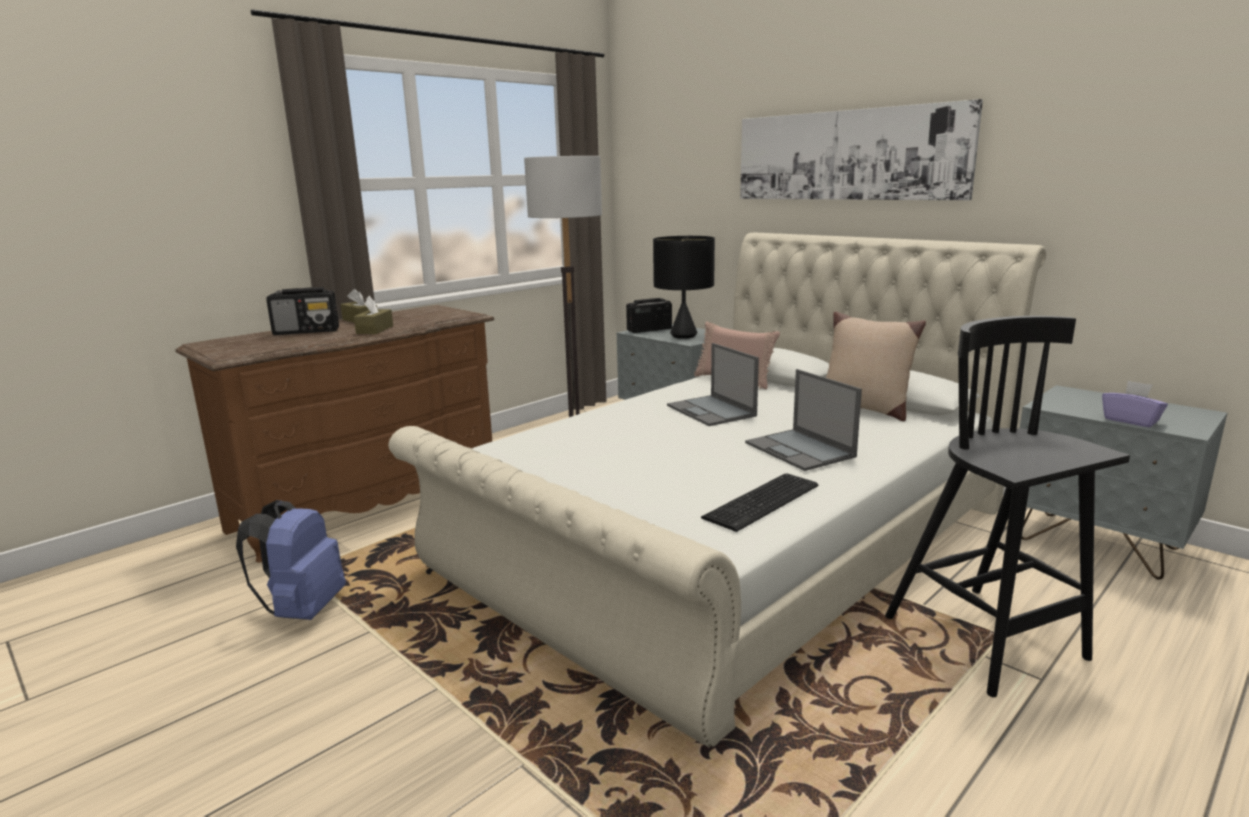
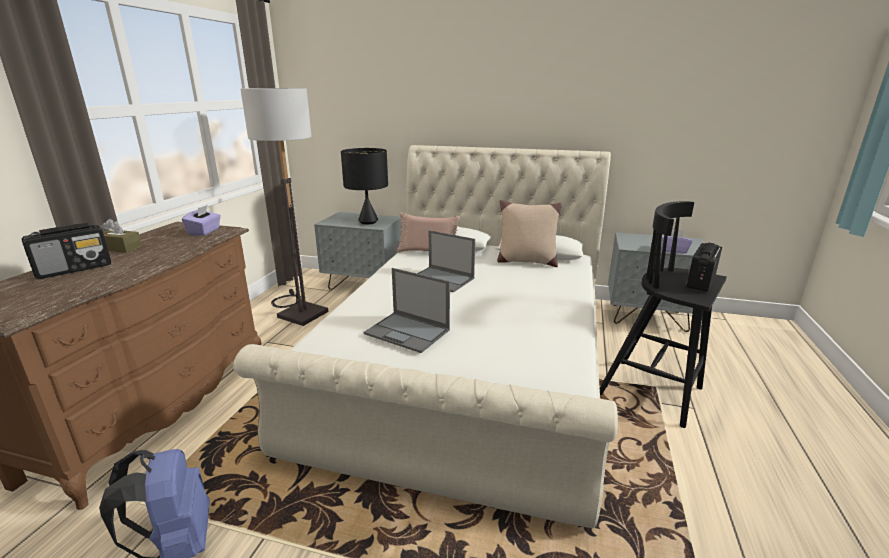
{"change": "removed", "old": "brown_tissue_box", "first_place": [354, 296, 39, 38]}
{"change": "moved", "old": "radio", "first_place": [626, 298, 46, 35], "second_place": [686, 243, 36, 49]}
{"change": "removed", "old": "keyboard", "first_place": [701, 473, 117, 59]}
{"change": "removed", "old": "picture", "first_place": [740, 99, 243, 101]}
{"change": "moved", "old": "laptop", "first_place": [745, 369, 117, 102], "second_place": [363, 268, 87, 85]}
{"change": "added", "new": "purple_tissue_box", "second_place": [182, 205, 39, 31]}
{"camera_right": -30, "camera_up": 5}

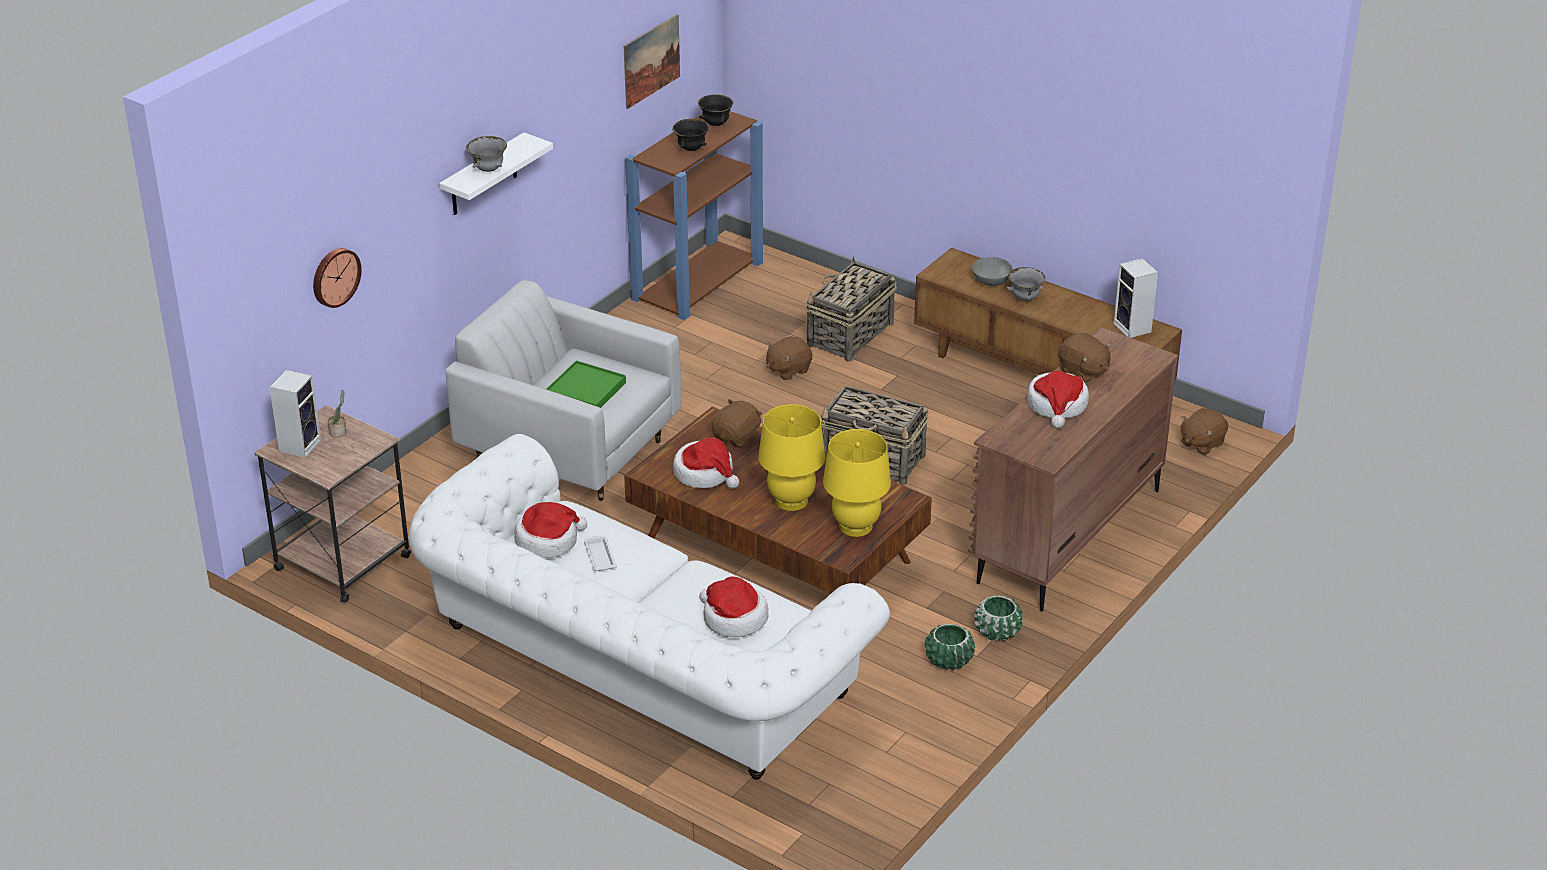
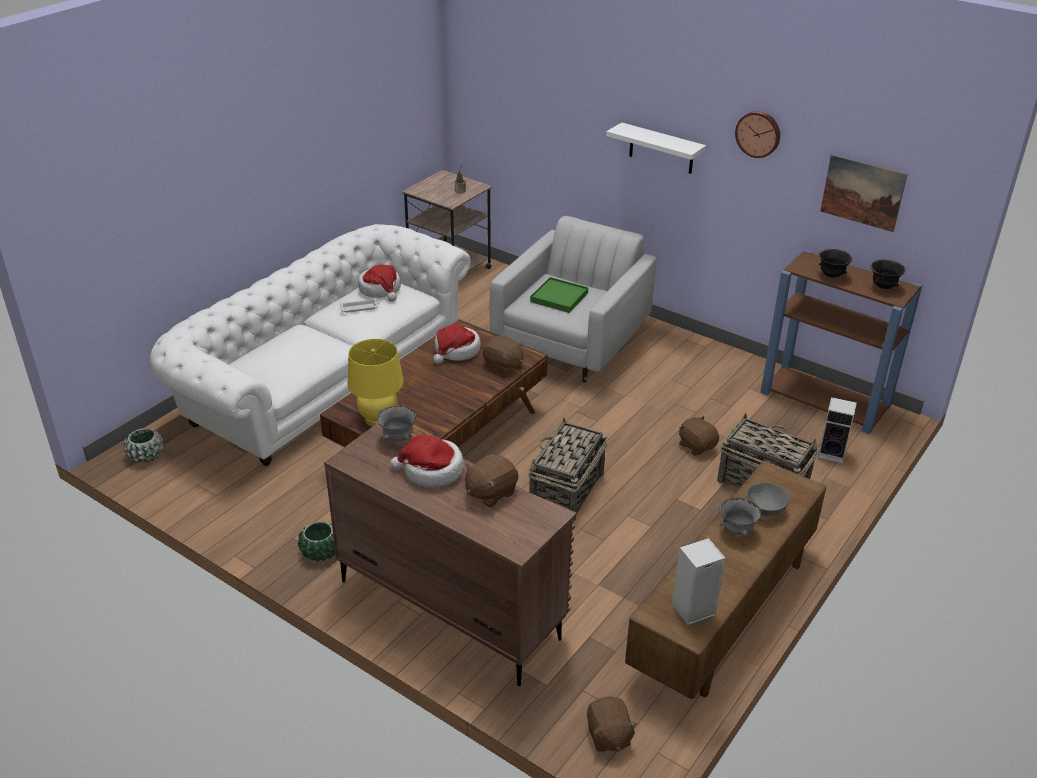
{"change": "moved", "old": "speaker", "first_place": [270, 370, 51, 88], "second_place": [818, 397, 39, 67]}
{"change": "moved", "old": "wall_clock", "first_place": [313, 248, 49, 60], "second_place": [735, 111, 45, 47]}
{"change": "moved", "old": "grey_bowl", "first_place": [466, 136, 41, 36], "second_place": [377, 405, 40, 37]}
{"change": "removed", "old": "hat", "first_place": [700, 577, 68, 61]}
{"change": "removed", "old": "yellow_table_lamp", "first_place": [758, 404, 67, 107]}
{"change": "moved", "old": "green_planter", "first_place": [925, 624, 50, 46], "second_place": [123, 428, 41, 35]}
{"change": "turned", "old": "brown_plush_toy", "first_place": [1181, 408, 47, 47], "second_place": [587, 697, 51, 55], "degrees": -150}
{"camera_right": 90, "camera_up": 0}

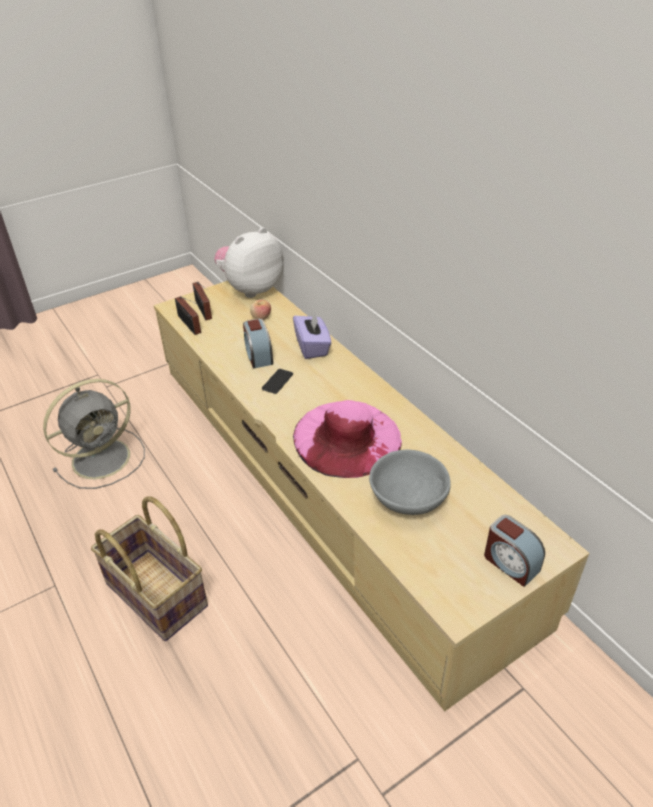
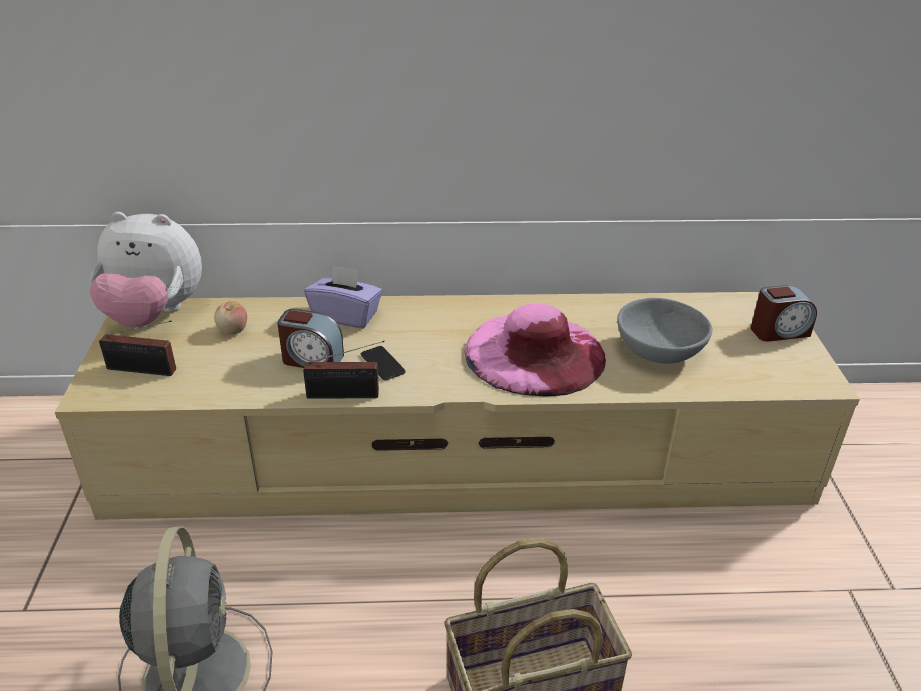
{"change": "moved", "old": "radio", "first_place": [175, 296, 26, 39], "second_place": [303, 341, 82, 58]}
{"change": "turned", "old": "plush_toy", "first_place": [214, 227, 70, 71], "second_place": [90, 212, 112, 116], "degrees": -75}
{"camera_right": -60, "camera_up": -5}

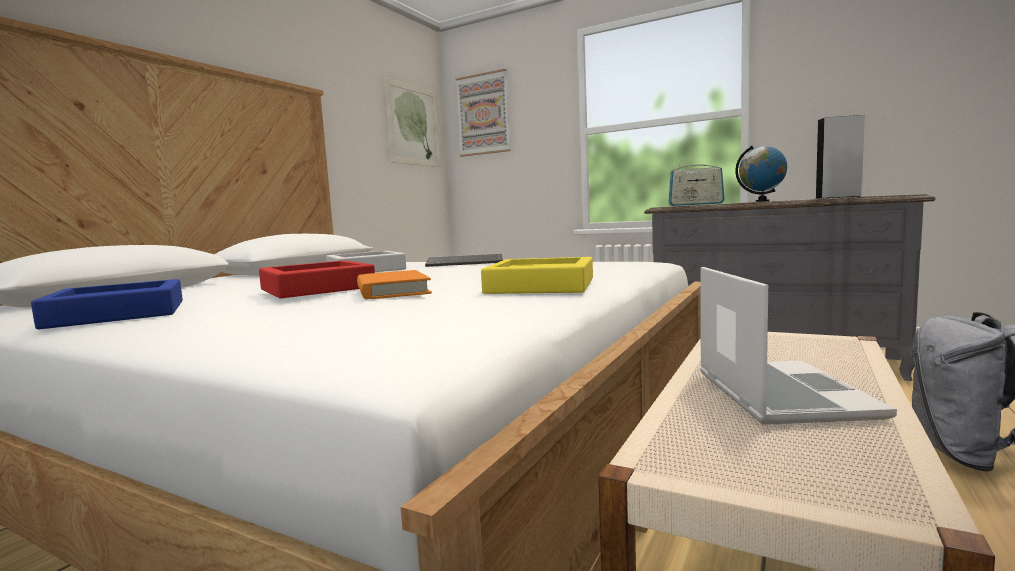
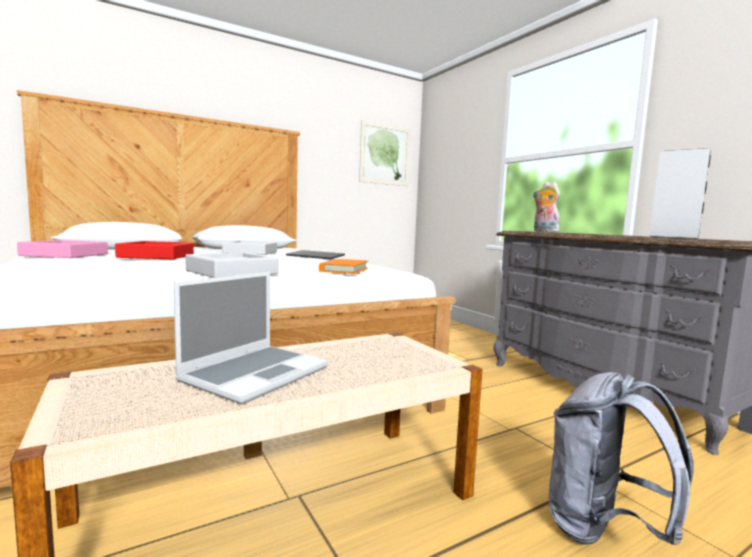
{"change": "recoloured", "old": "blue_tray", "new": "pink_tray", "first_place": [31, 279, 152, 50], "second_place": [17, 240, 91, 18]}
{"change": "moved", "old": "orange_book", "first_place": [357, 270, 75, 29], "second_place": [319, 259, 49, 15]}
{"change": "removed", "old": "picture", "first_place": [456, 69, 55, 88]}
{"change": "recoloured", "old": "yellow_tray", "new": "grey_tray", "first_place": [481, 257, 112, 37], "second_place": [185, 253, 93, 25]}
{"change": "replaced", "old": "radio", "new": "plush_toy", "first_place": [668, 161, 57, 45], "second_place": [533, 181, 27, 51]}
{"change": "removed", "old": "globe", "first_place": [735, 146, 52, 56]}
{"camera_right": 30, "camera_up": 0}

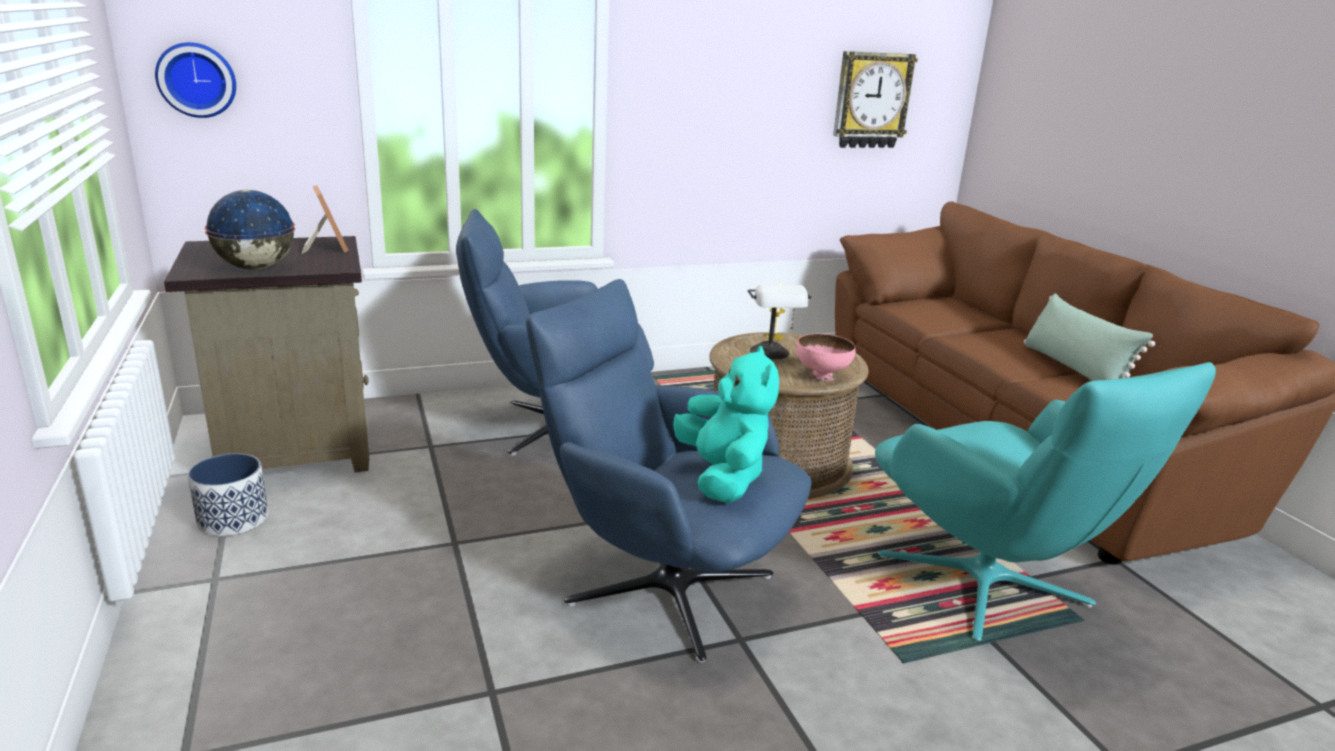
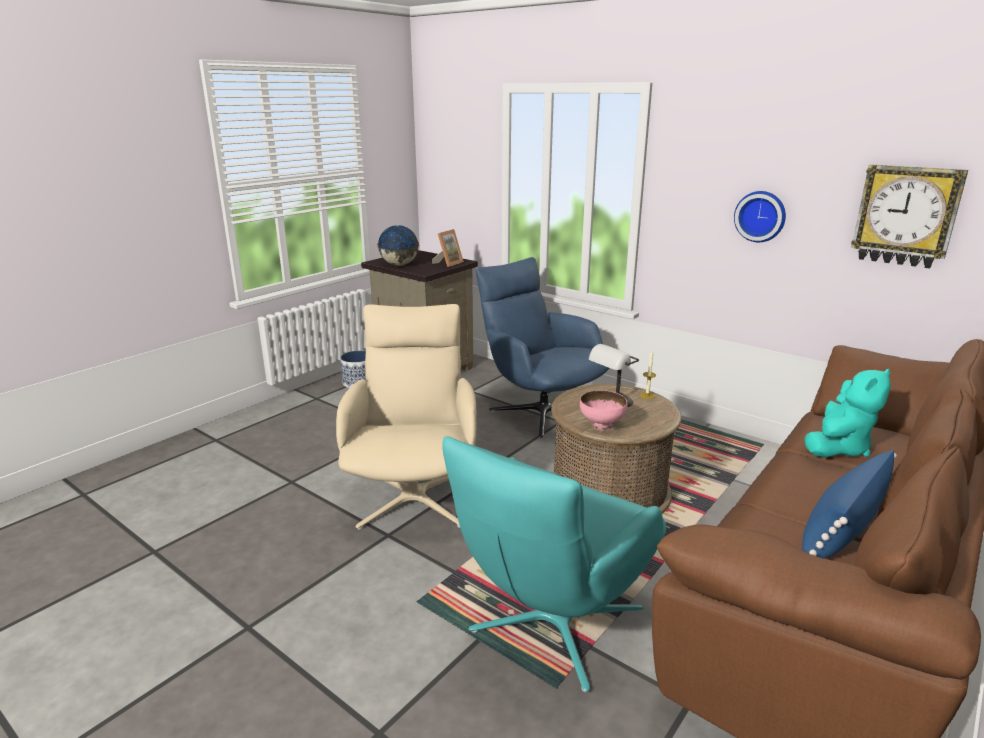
{"change": "moved", "old": "wall_clock", "first_place": [155, 42, 81, 76], "second_place": [734, 191, 52, 51]}
{"change": "recoloured", "old": "blue_armchair", "new": "beige_armchair", "first_place": [526, 279, 285, 383], "second_place": [336, 304, 140, 226]}
{"change": "moved", "old": "turquoise_plush_toy", "first_place": [673, 345, 106, 158], "second_place": [805, 369, 86, 89]}
{"change": "recoloured", "old": "green_pillow", "new": "blue_pillow", "first_place": [1024, 293, 132, 88], "second_place": [802, 450, 95, 108]}
{"camera_right": 60, "camera_up": 0}

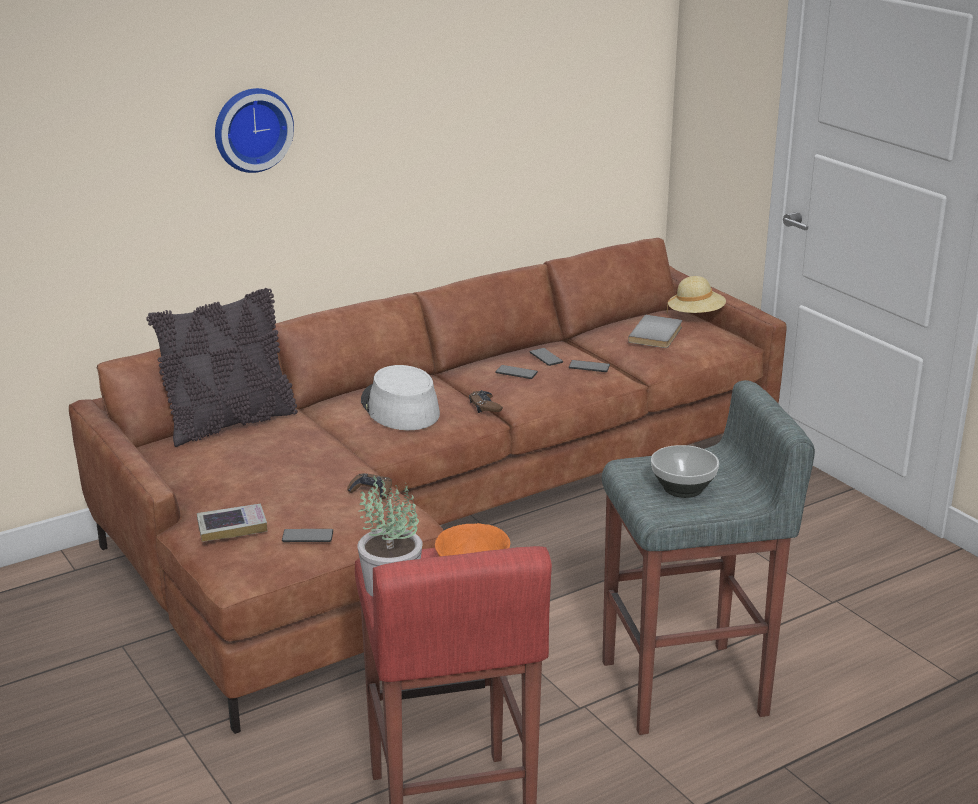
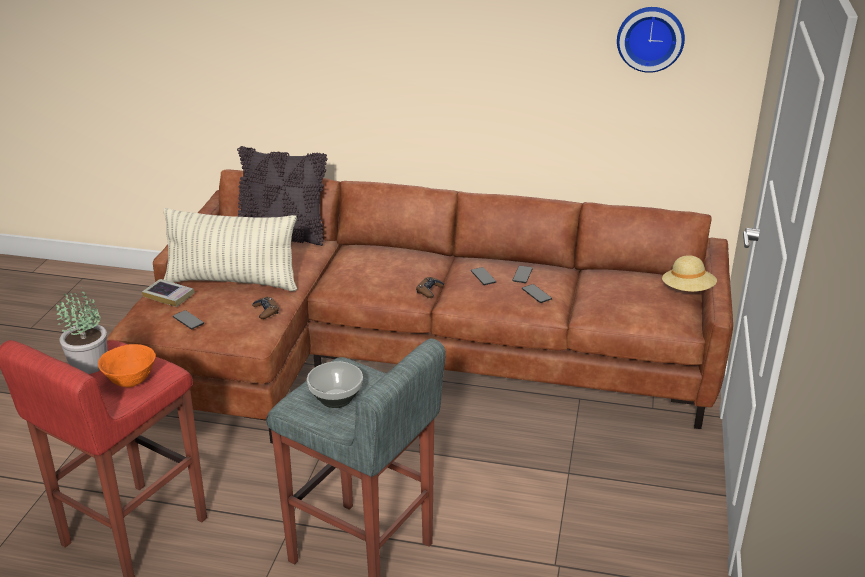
{"change": "moved", "old": "wall_clock", "first_place": [215, 88, 79, 85], "second_place": [617, 7, 68, 66]}
{"change": "removed", "old": "grey_hat", "first_place": [361, 365, 79, 65]}
{"change": "removed", "old": "grey_book", "first_place": [628, 315, 54, 33]}
{"change": "added", "new": "pillow", "second_place": [163, 208, 135, 83]}
{"camera_right": 45, "camera_up": 5}

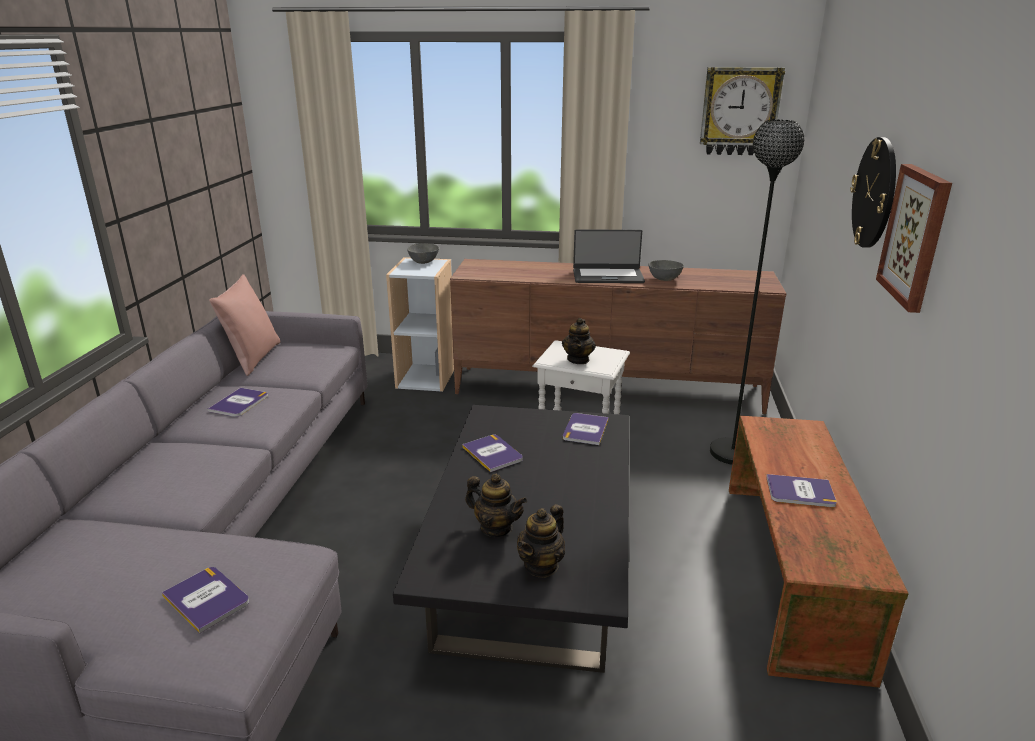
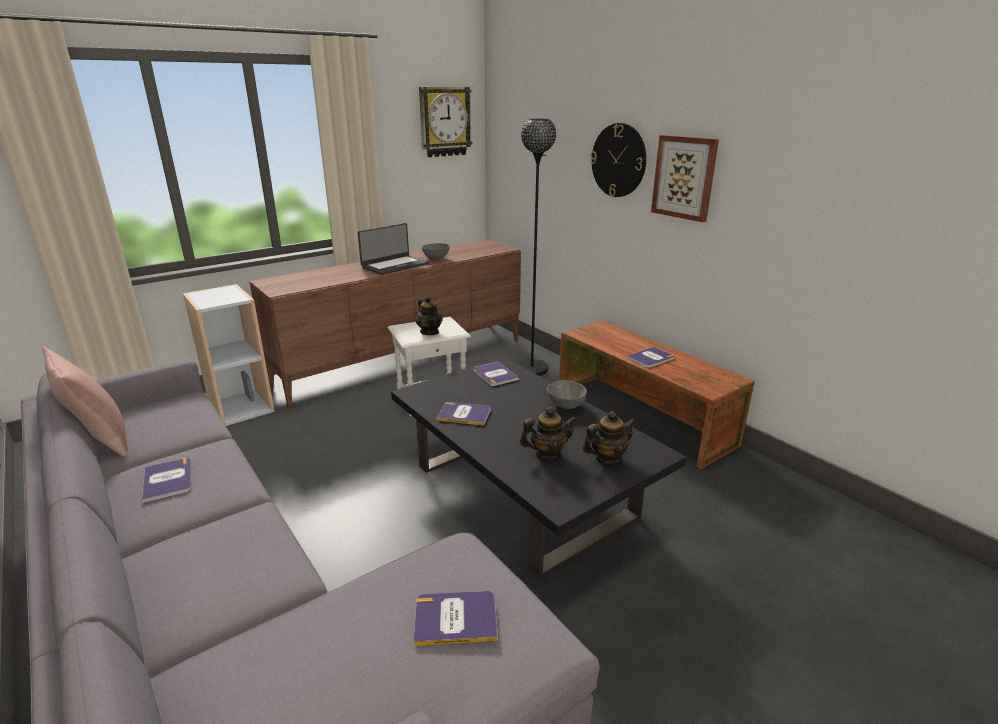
{"change": "moved", "old": "grey_bowl", "first_place": [407, 243, 32, 21], "second_place": [547, 380, 40, 29]}
{"change": "turned", "old": "teapot", "first_place": [517, 504, 48, 74], "second_place": [583, 411, 53, 54], "degrees": -105}
{"camera_right": -45, "camera_up": 0}

